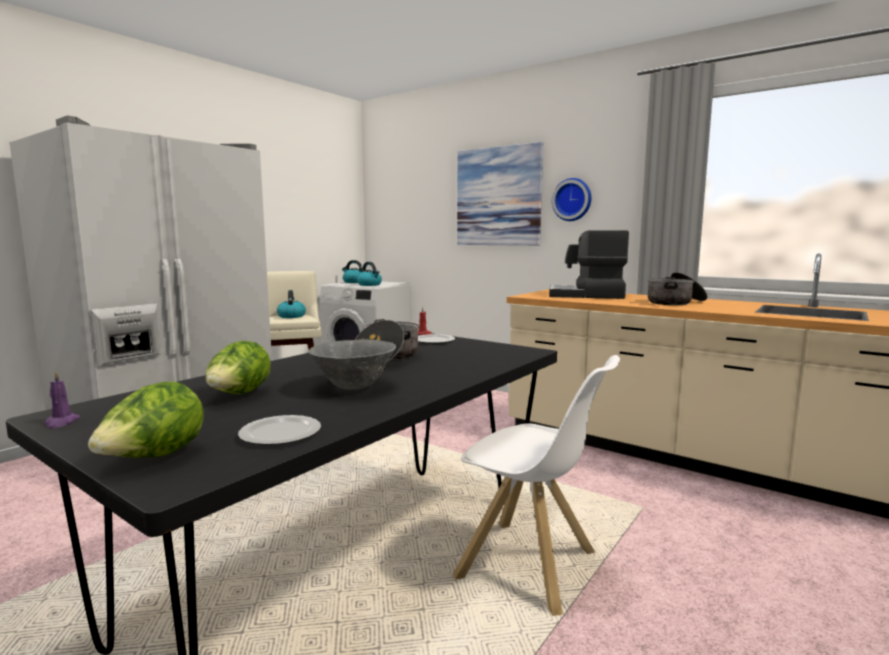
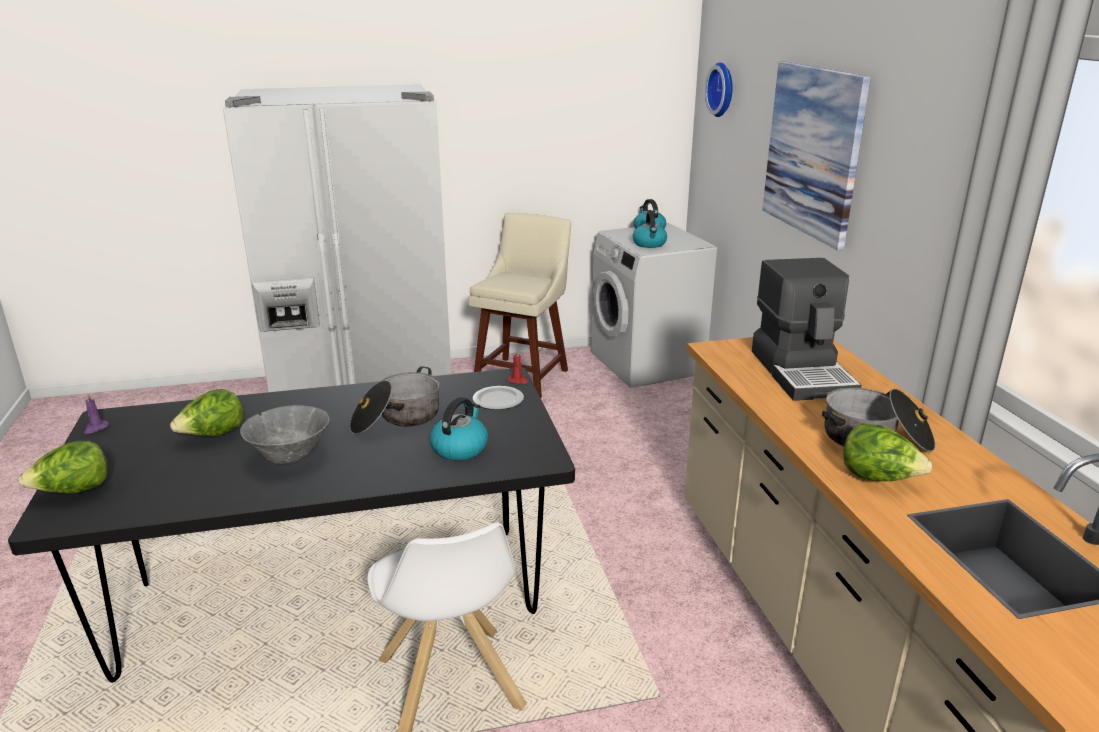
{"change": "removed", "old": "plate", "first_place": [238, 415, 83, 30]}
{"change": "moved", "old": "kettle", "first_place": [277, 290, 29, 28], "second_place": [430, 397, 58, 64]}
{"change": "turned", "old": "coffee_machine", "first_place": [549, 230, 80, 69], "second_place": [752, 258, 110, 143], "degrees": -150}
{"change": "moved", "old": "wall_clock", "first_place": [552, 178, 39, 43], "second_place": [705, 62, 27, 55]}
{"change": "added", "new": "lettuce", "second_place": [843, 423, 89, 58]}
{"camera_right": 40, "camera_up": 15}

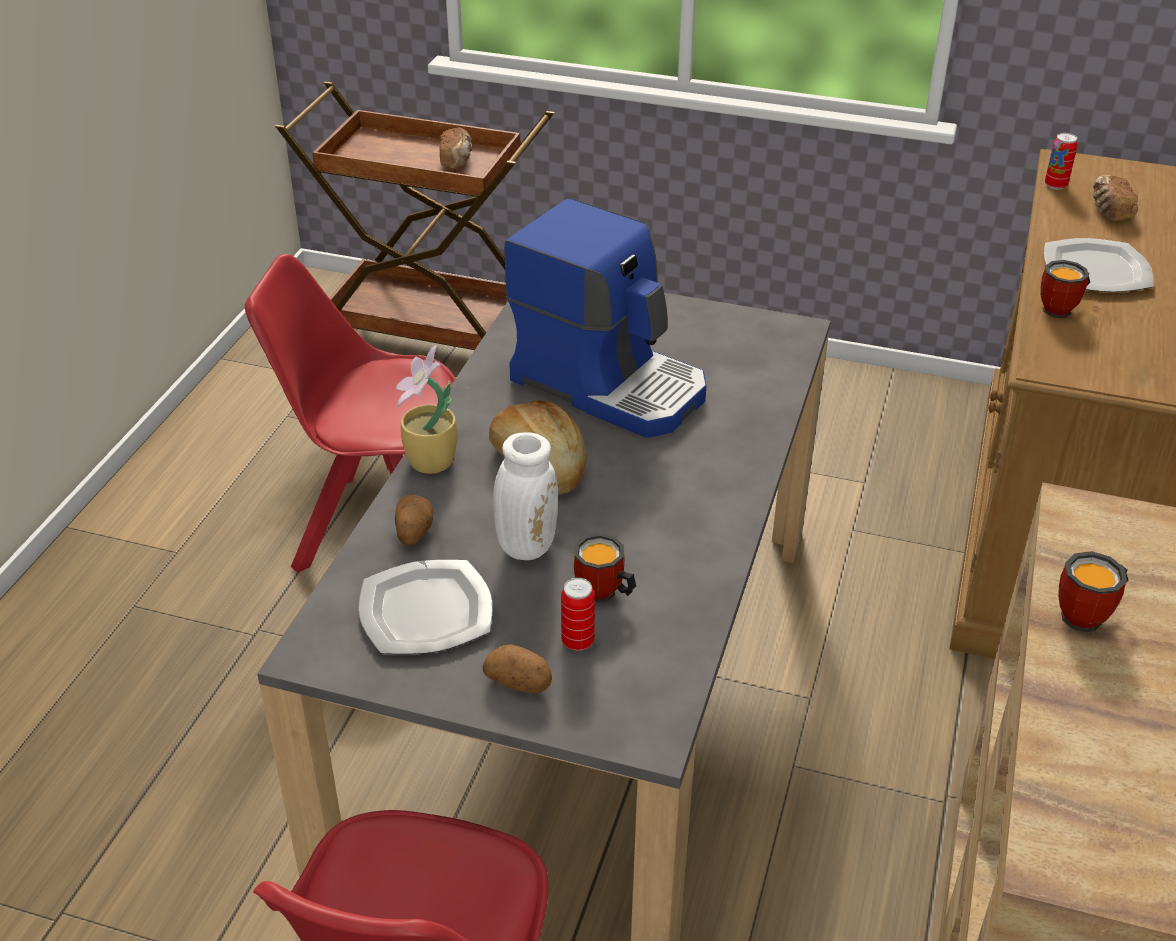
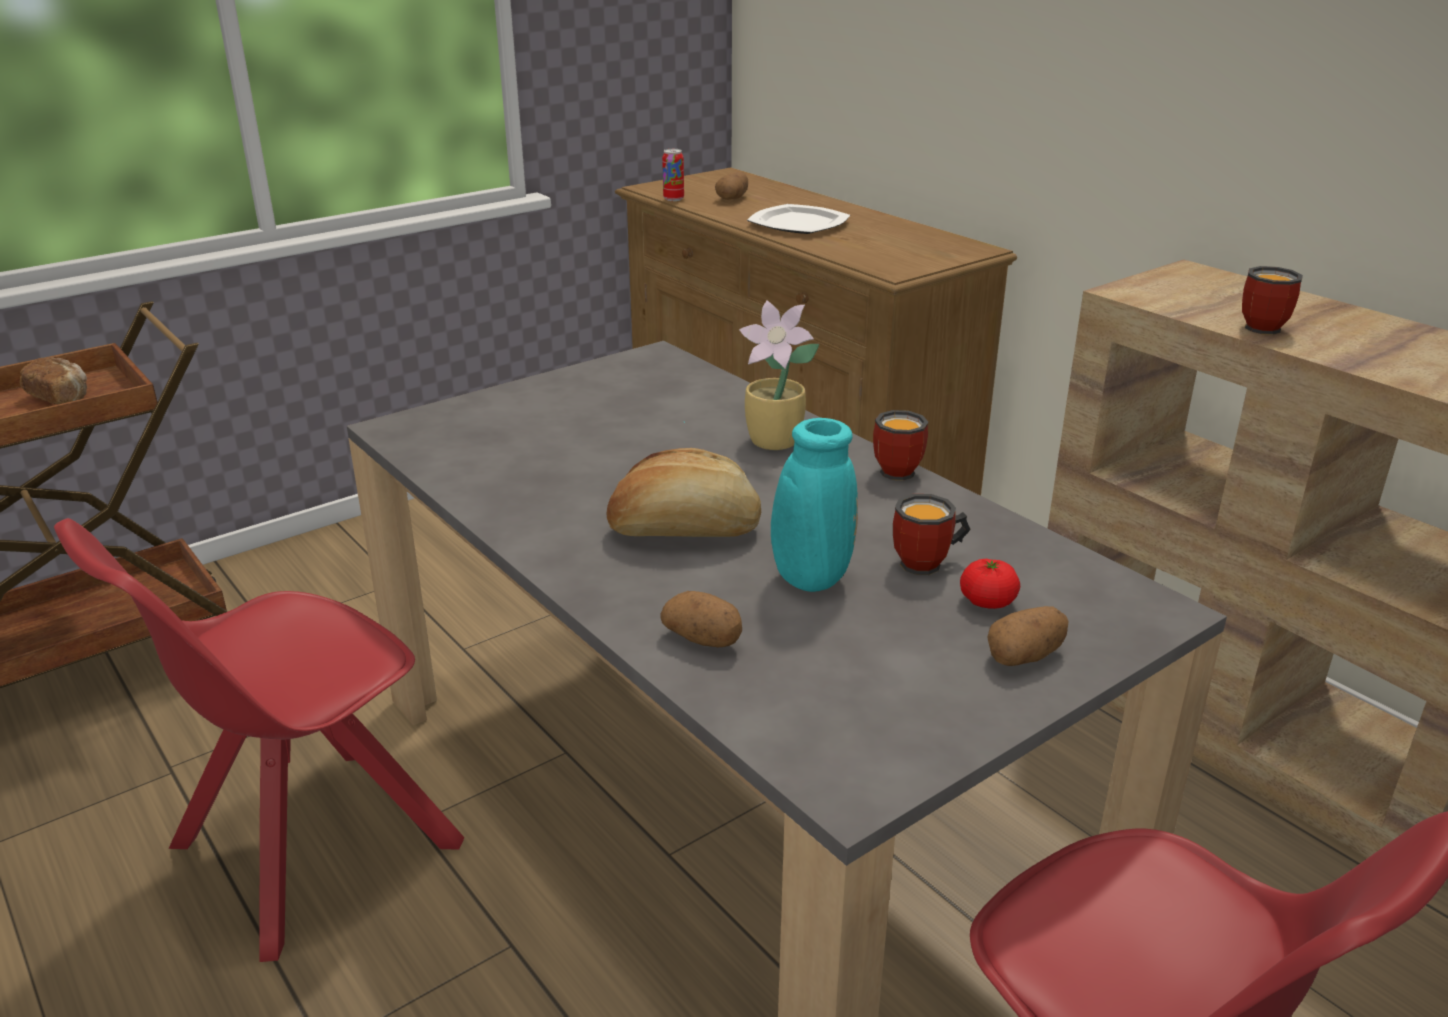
{"change": "removed", "old": "plate", "first_place": [359, 560, 134, 94]}
{"change": "moved", "old": "potted_plant", "first_place": [396, 345, 61, 129], "second_place": [739, 300, 81, 150]}
{"change": "recoloured", "old": "white_vase", "new": "turquoise_vase", "first_place": [468, 387, 90, 173], "second_place": [684, 418, 174, 174]}
{"change": "removed", "old": "coffee_machine", "first_place": [504, 198, 202, 240]}
{"change": "replaced", "old": "can", "new": "tomato", "first_place": [561, 578, 34, 73], "second_place": [960, 559, 60, 50]}
{"change": "moved", "old": "mug", "first_place": [1040, 260, 50, 58], "second_place": [873, 410, 55, 71]}
{"change": "replaced", "old": "bread", "new": "potato", "first_place": [1093, 175, 45, 46], "second_place": [715, 172, 33, 28]}
{"camera_right": -55, "camera_up": -10}

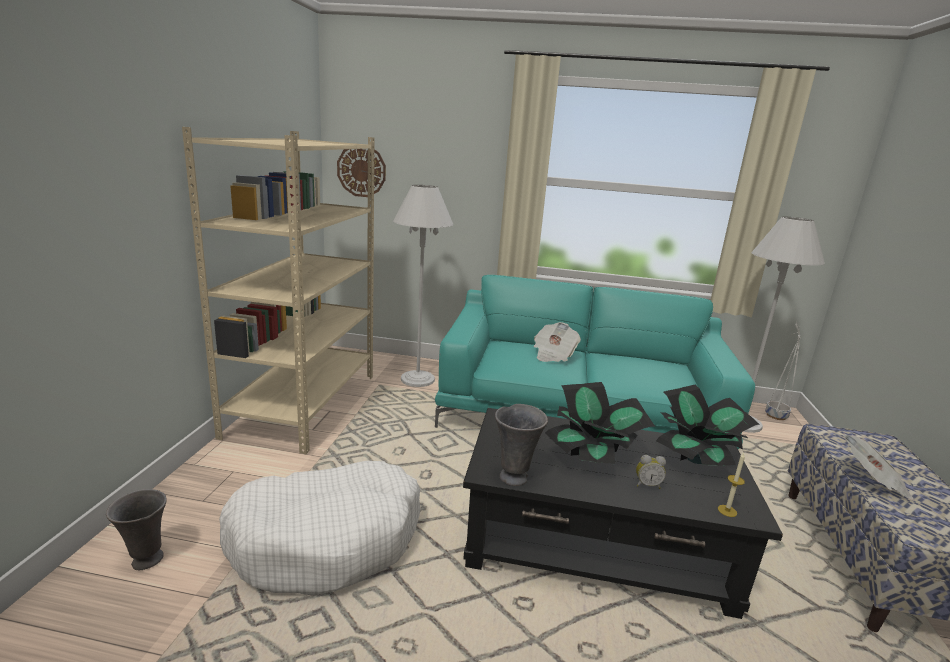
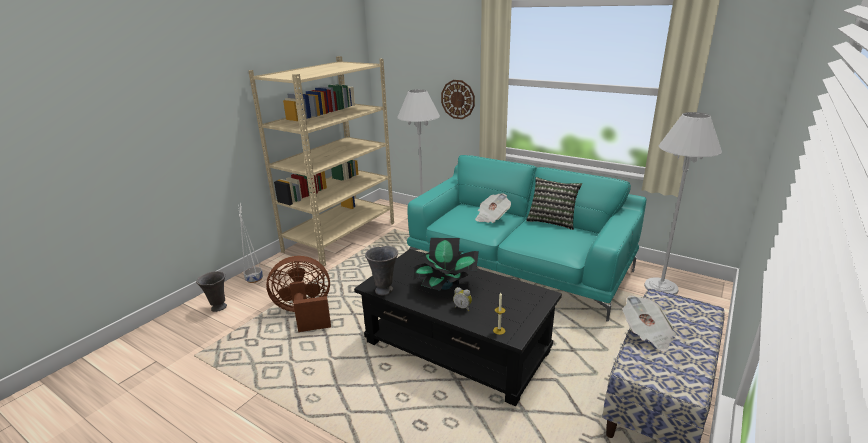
{"change": "replaced", "old": "white_dog_bed", "new": "brown_fan", "first_place": [219, 461, 201, 135], "second_place": [266, 256, 65, 76]}
{"change": "moved", "old": "wall_clock", "first_place": [337, 149, 49, 48], "second_place": [441, 80, 34, 39]}
{"change": "removed", "old": "potted_plant", "first_place": [656, 385, 104, 81]}
{"change": "moved", "old": "white_planter", "first_place": [765, 322, 36, 98], "second_place": [238, 203, 25, 80]}
{"change": "added", "new": "pillow", "second_place": [526, 177, 56, 53]}
{"camera_right": 25, "camera_up": 5}

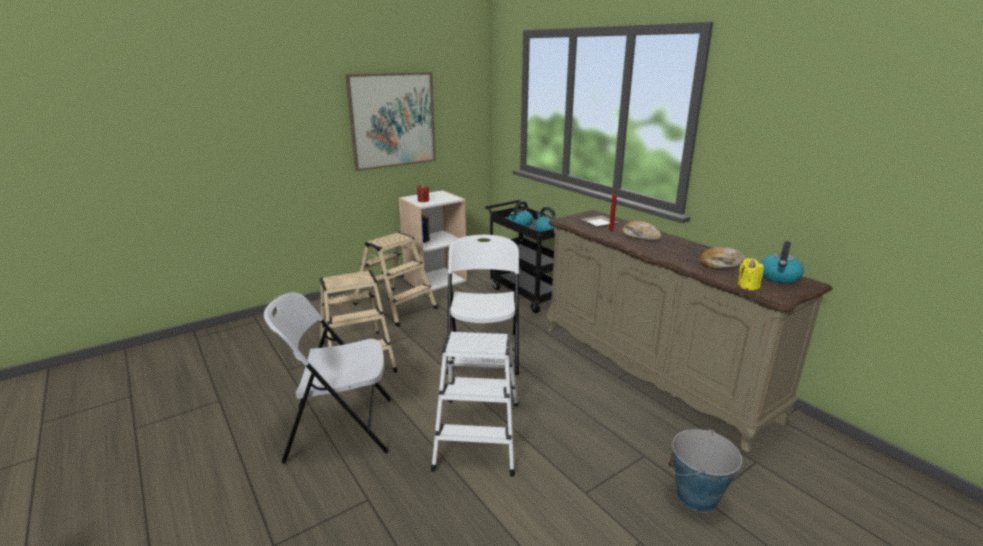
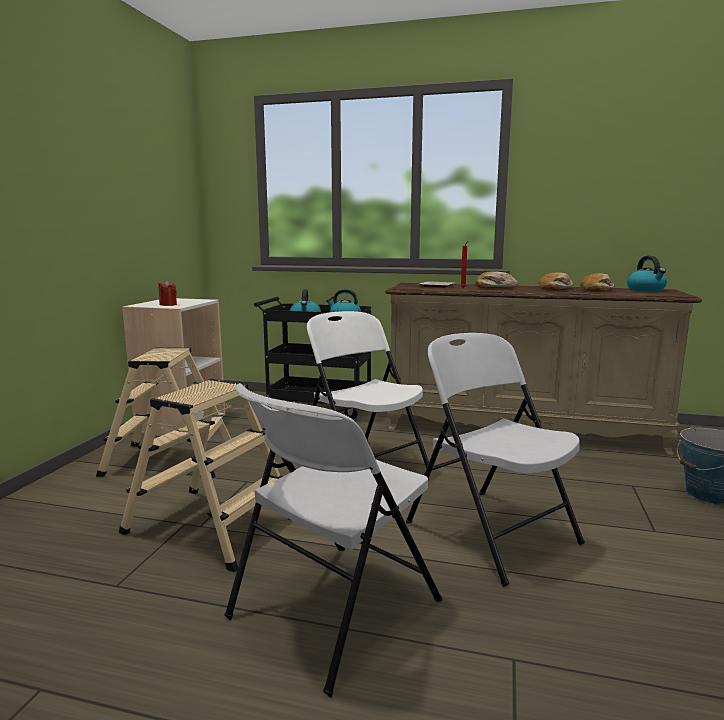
{"change": "removed", "old": "picture", "first_place": [345, 72, 91, 99]}
{"change": "replaced", "old": "white_step_ladder", "new": "white_chair", "first_place": [431, 331, 88, 146], "second_place": [406, 333, 179, 254]}
{"change": "removed", "old": "yellow_candle", "first_place": [738, 258, 26, 32]}
{"change": "added", "new": "bread", "second_place": [539, 273, 34, 17]}
{"camera_right": -40, "camera_up": -10}

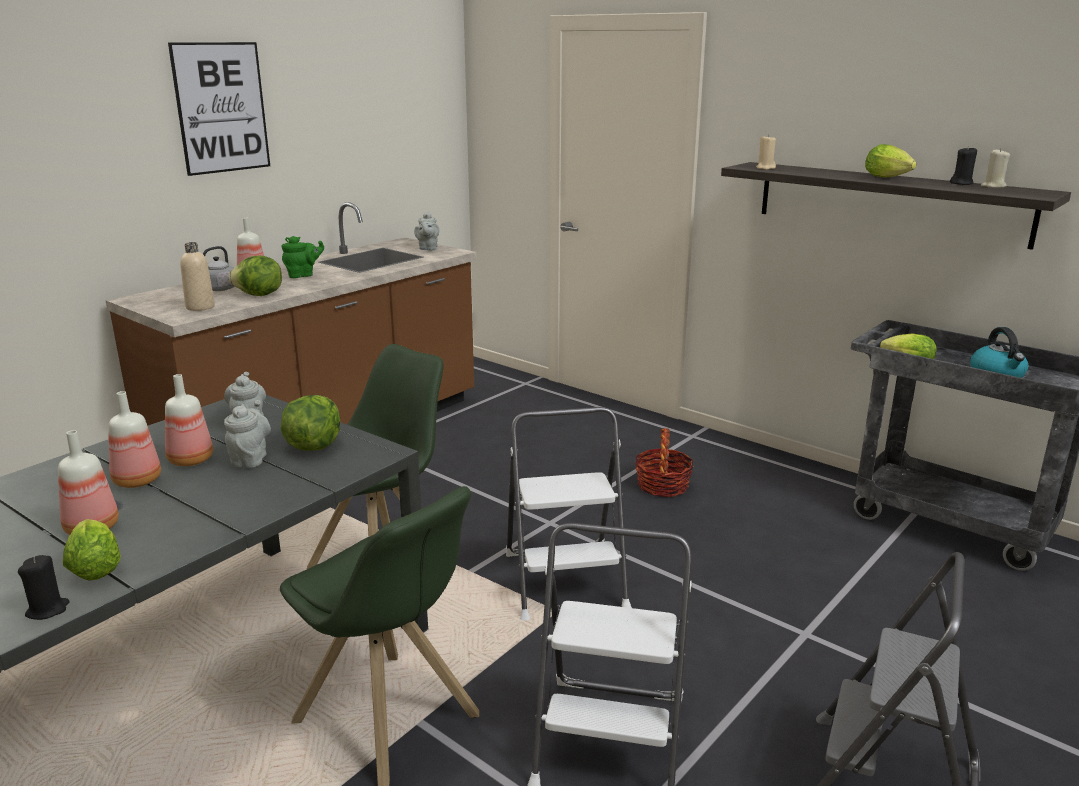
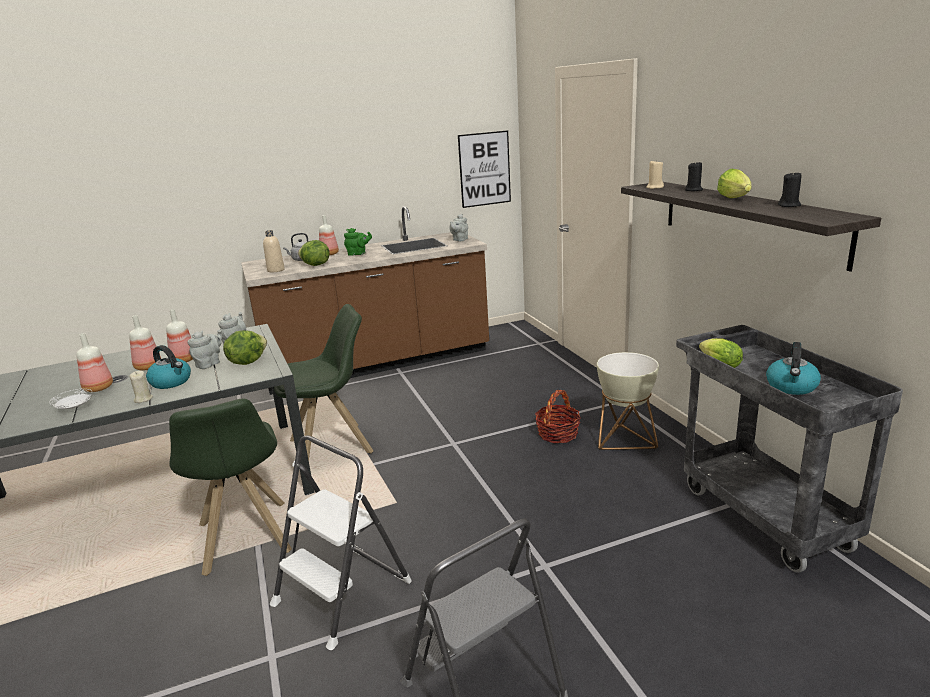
{"change": "moved", "old": "black_candle", "first_place": [18, 555, 52, 65], "second_place": [685, 161, 18, 30]}
{"change": "replaced", "old": "lettuce", "new": "white_plate", "first_place": [63, 519, 58, 62], "second_place": [49, 389, 43, 20]}
{"change": "moved", "old": "picture", "first_place": [168, 42, 102, 134], "second_place": [458, 130, 53, 78]}
{"change": "removed", "old": "white_step_ladder", "first_place": [506, 407, 126, 214]}
{"change": "moved", "old": "beige_candle", "first_place": [981, 148, 29, 40], "second_place": [129, 371, 24, 32]}
{"change": "added", "new": "kettle", "second_place": [146, 345, 45, 44]}
{"change": "added", "new": "planter", "second_place": [597, 352, 62, 98]}
{"camera_right": 30, "camera_up": 0}

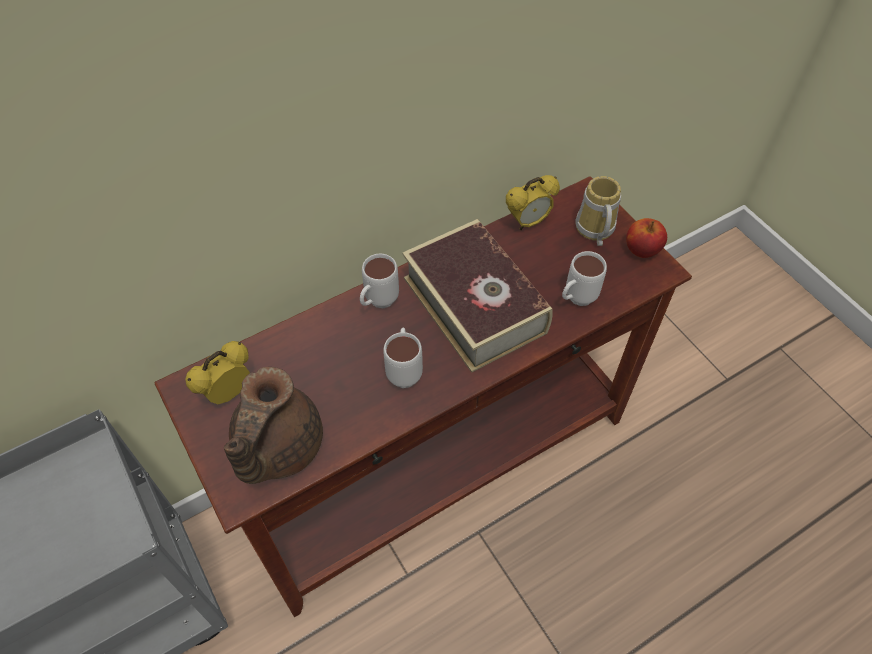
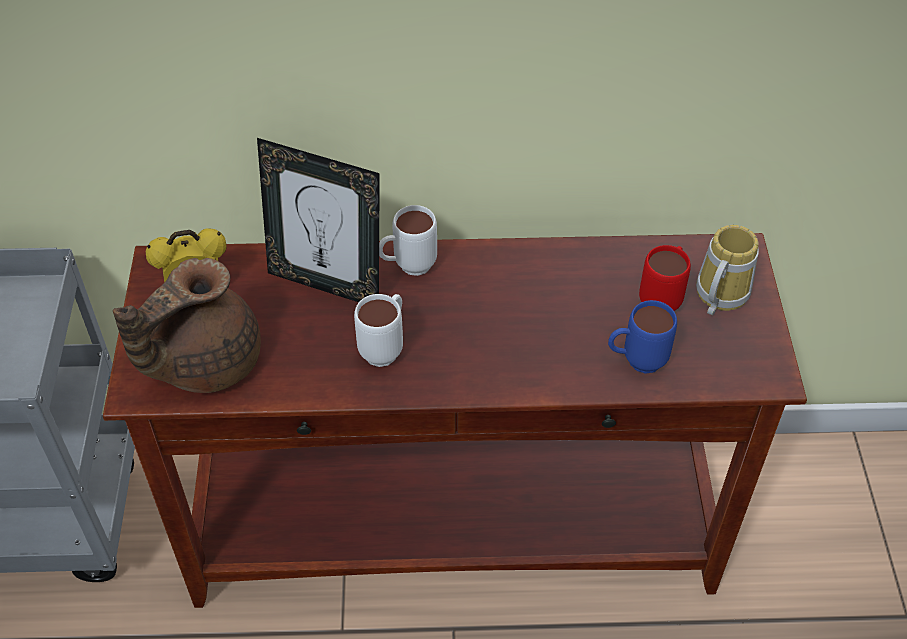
{"change": "removed", "old": "book", "first_place": [402, 219, 151, 154]}
{"change": "removed", "old": "alarm_clock", "first_place": [506, 175, 54, 55]}
{"change": "recoloured", "old": "white_mug", "new": "blue_mug", "first_place": [562, 251, 45, 55], "second_place": [608, 300, 69, 74]}
{"change": "removed", "old": "apple", "first_place": [626, 218, 41, 40]}
{"change": "added", "new": "picture_frame", "second_place": [257, 138, 123, 164]}
{"change": "added", "new": "red_mug", "second_place": [639, 245, 52, 66]}
{"camera_right": 30, "camera_up": -5}

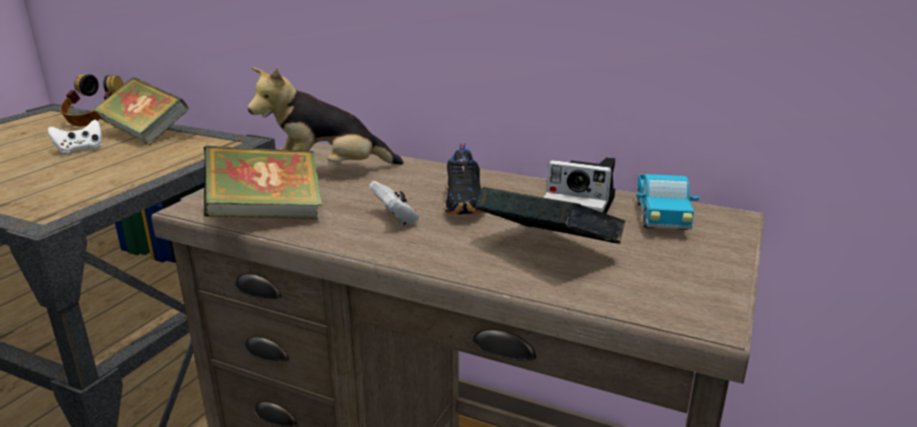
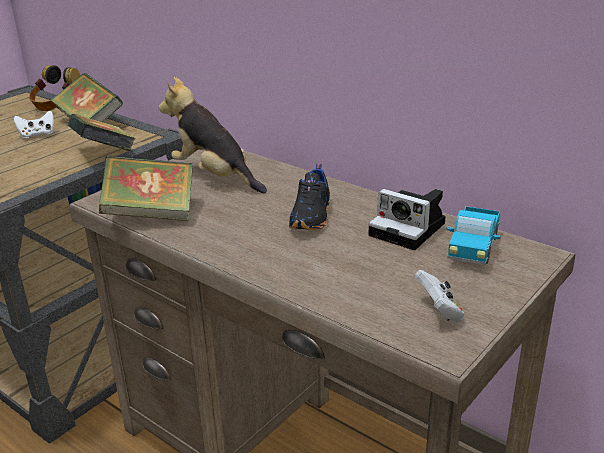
{"change": "turned", "old": "plush_toy", "first_place": [248, 67, 155, 97], "second_place": [159, 77, 108, 116], "degrees": 45}
{"change": "moved", "old": "white_game_controller", "first_place": [369, 181, 50, 44], "second_place": [415, 270, 49, 52]}
{"change": "moved", "old": "book", "first_place": [476, 187, 150, 57], "second_place": [68, 114, 68, 37]}
{"camera_right": 15, "camera_up": 5}

